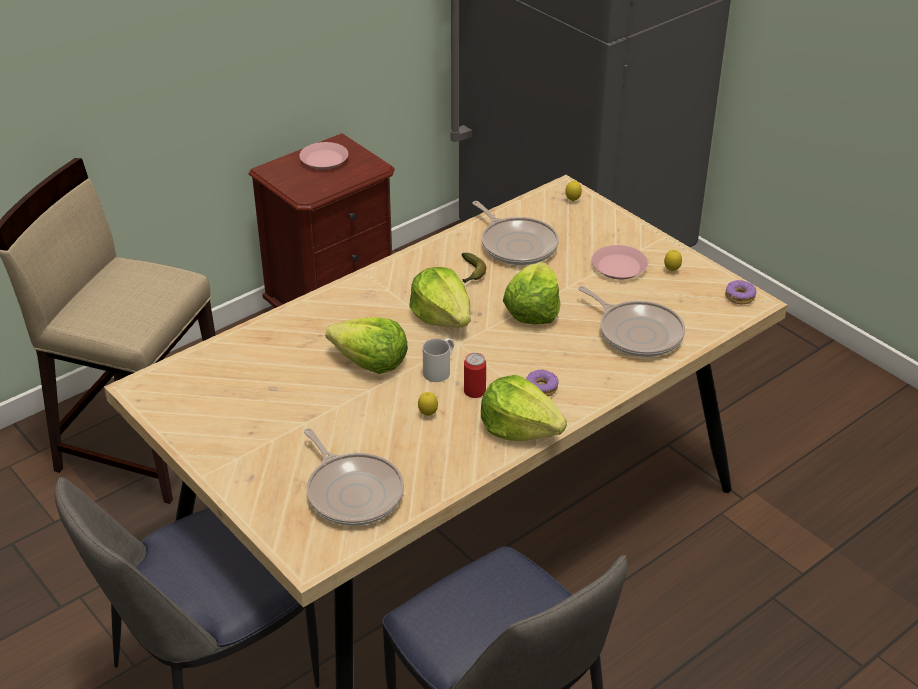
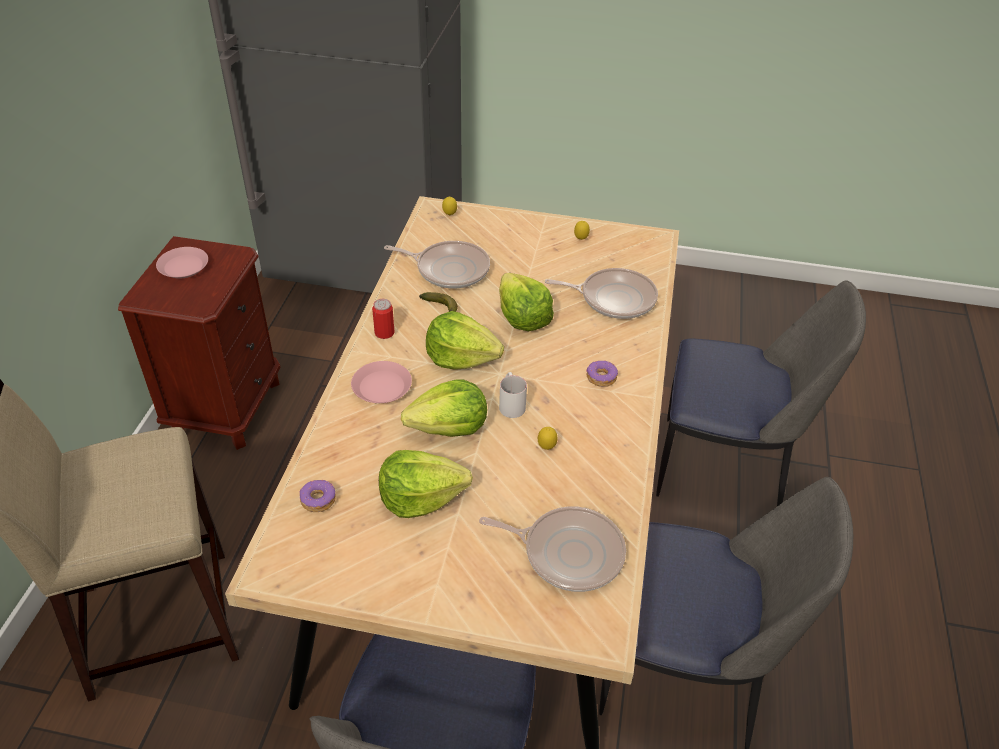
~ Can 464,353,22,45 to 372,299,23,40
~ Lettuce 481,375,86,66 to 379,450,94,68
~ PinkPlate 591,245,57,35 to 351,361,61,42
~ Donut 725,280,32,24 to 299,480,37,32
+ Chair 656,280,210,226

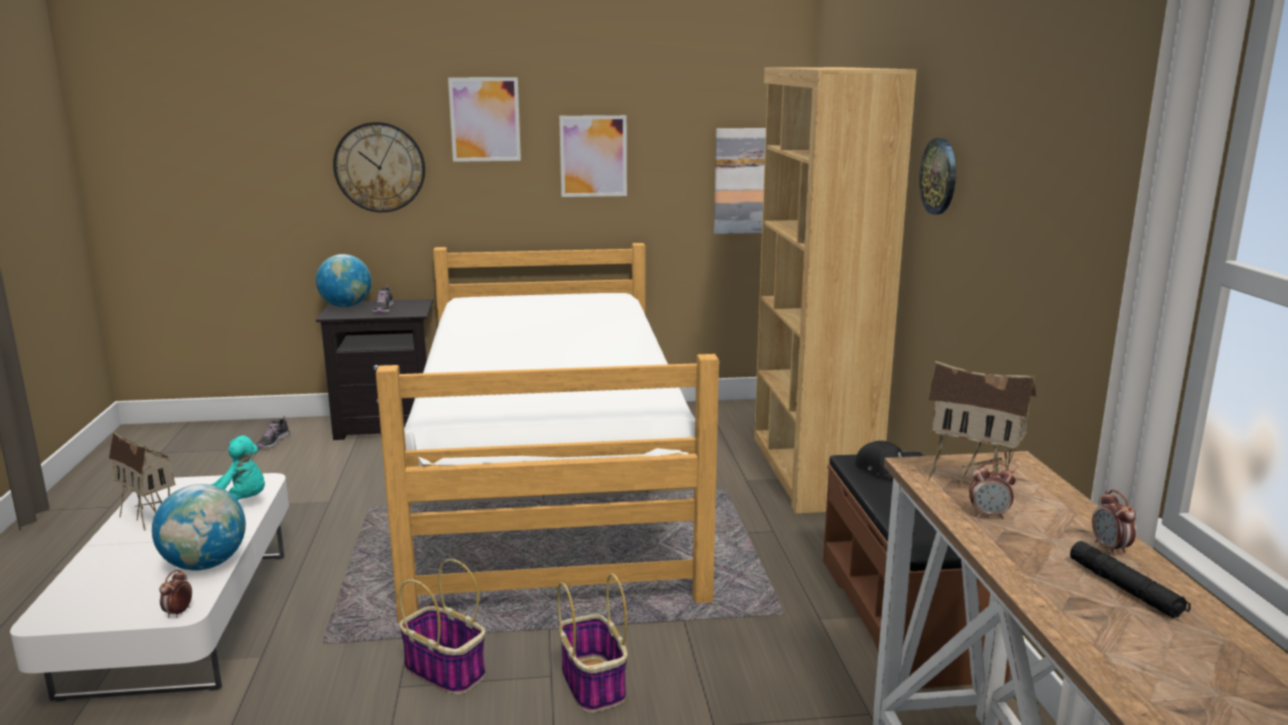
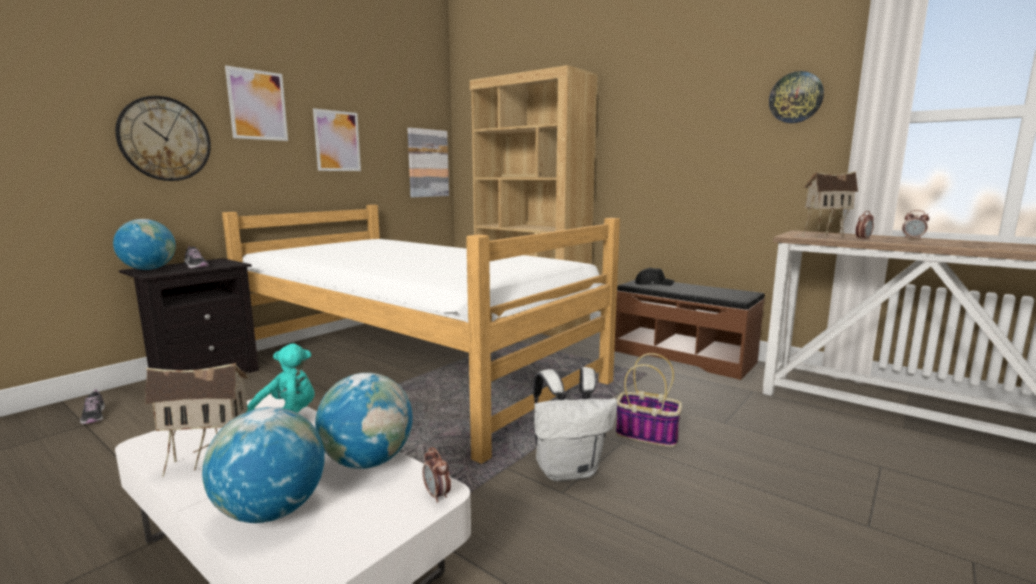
~ Basket 399,559,87,136 to WhiteBackpack 533,367,85,114
~ WallClock 919,138,37,77 to 769,71,55,52
- BlackFlashlight 1070,541,121,77
+ Globe 202,407,123,116

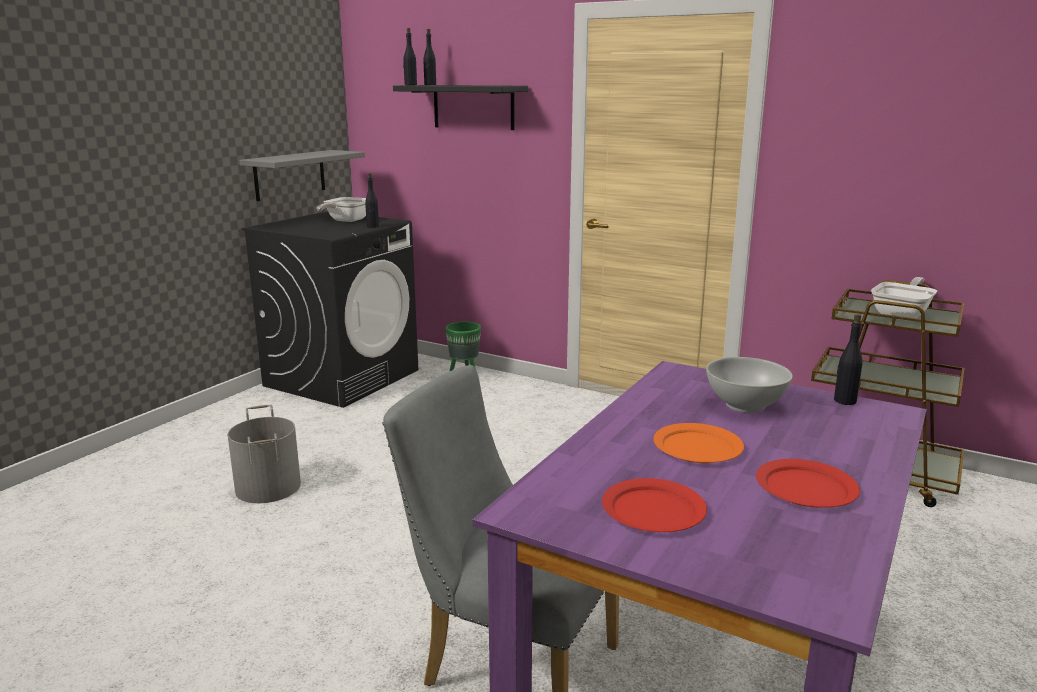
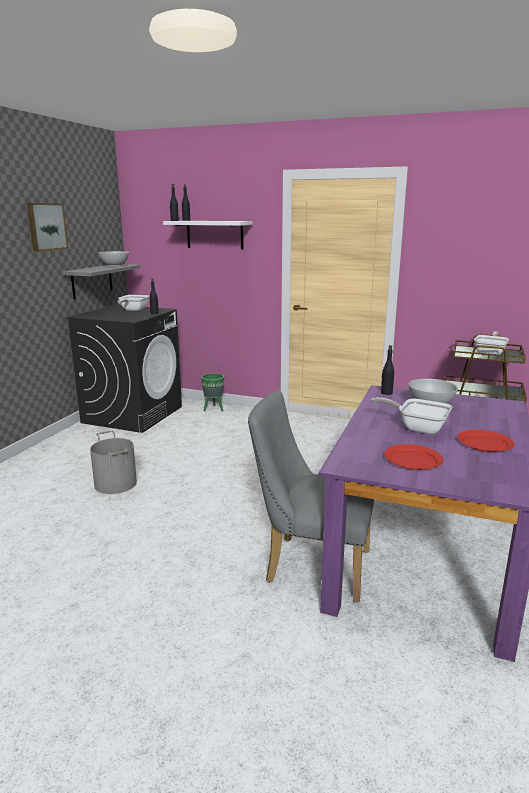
~ BlackShelf 393,85,135,45 to WhiteShelf 163,221,89,28
~ OrangePlate 653,423,91,40 to FryingPan 371,397,82,37
~ BlackBottle 834,314,29,91 to 381,345,13,50
+ Picture 27,203,41,48
+ WhiteBowl 98,251,31,16

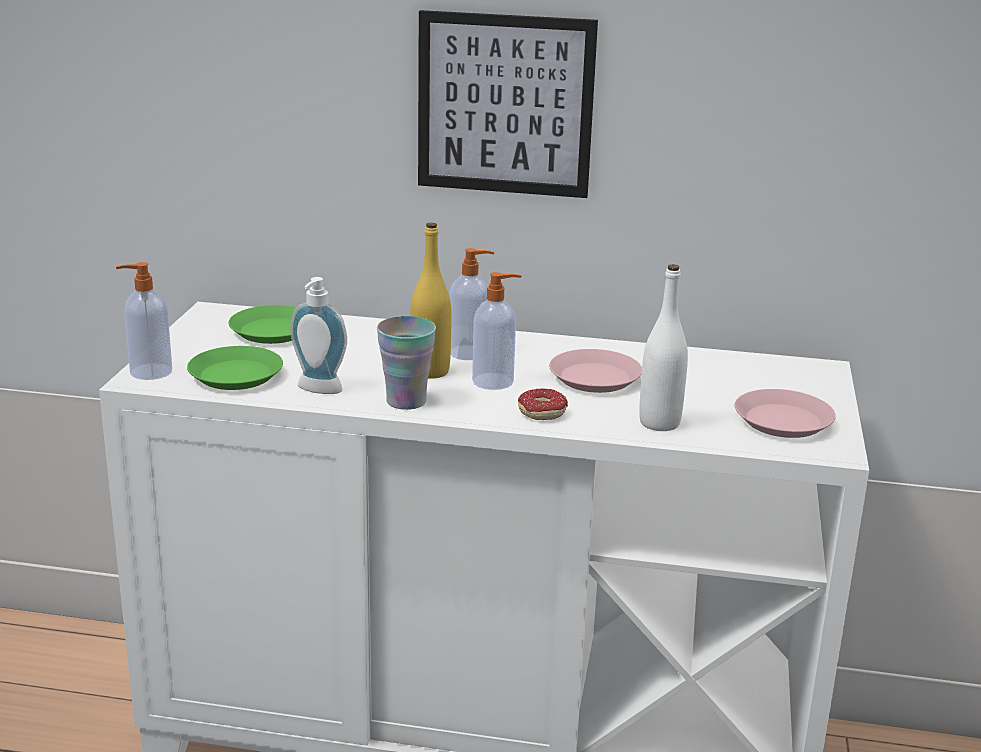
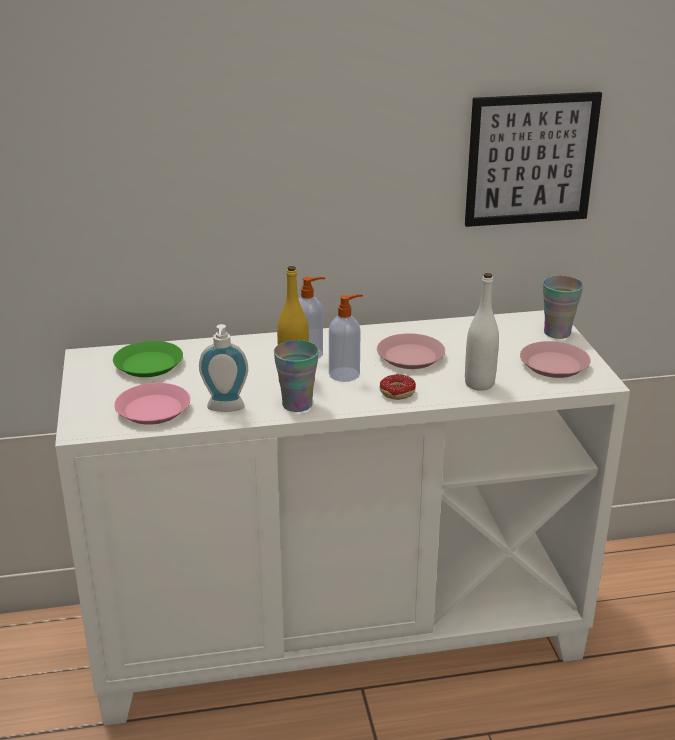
- SoapDispenser 116,262,56,118
~ GreenPlate 187,346,96,44 to PinkPlate 114,383,76,42
~ Picture 418,10,180,188 to 465,92,137,135
+ Cup 543,276,40,63

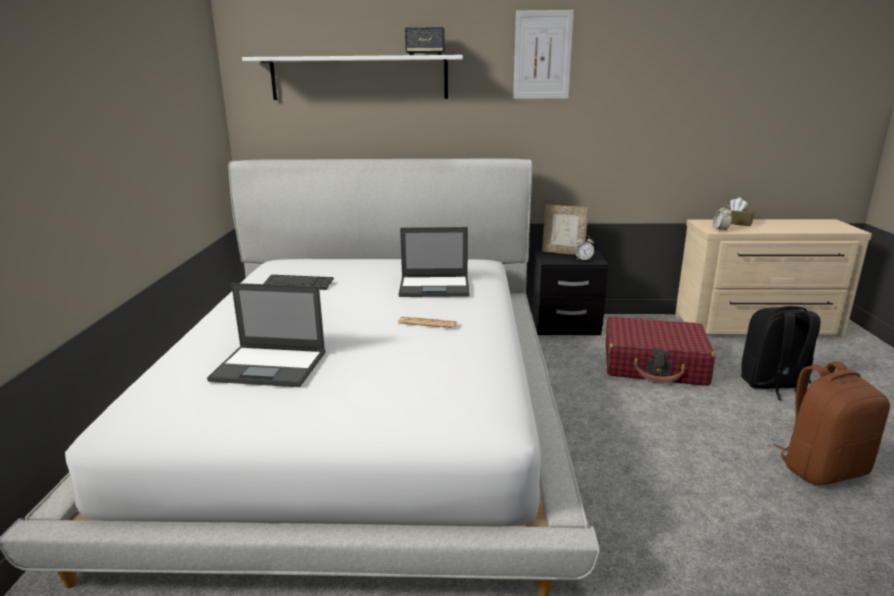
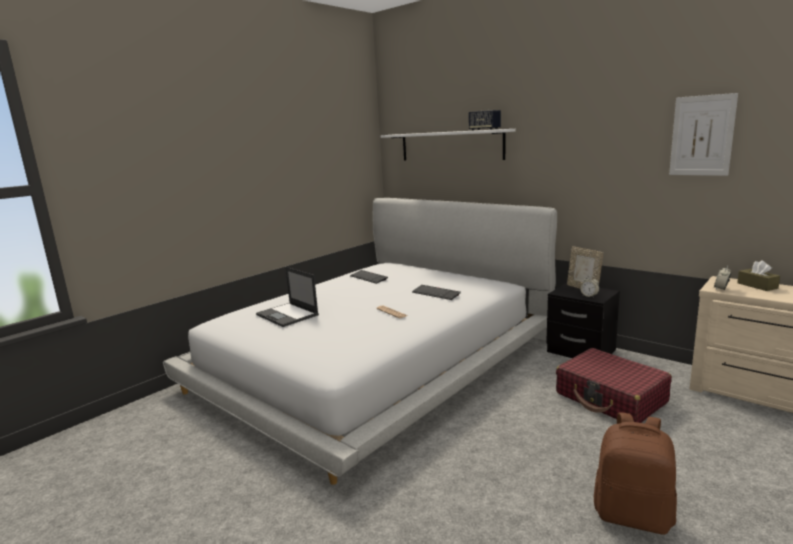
~ Laptop 399,227,71,70 to Keyboard 412,285,49,15
~ Picture 513,10,61,89 to 669,93,69,83
- BlackBackpack 741,306,80,94

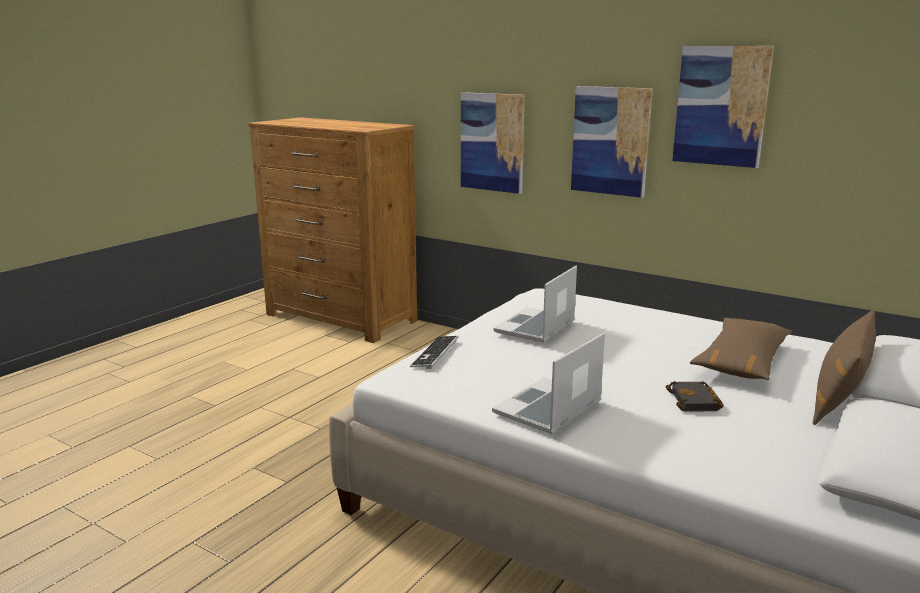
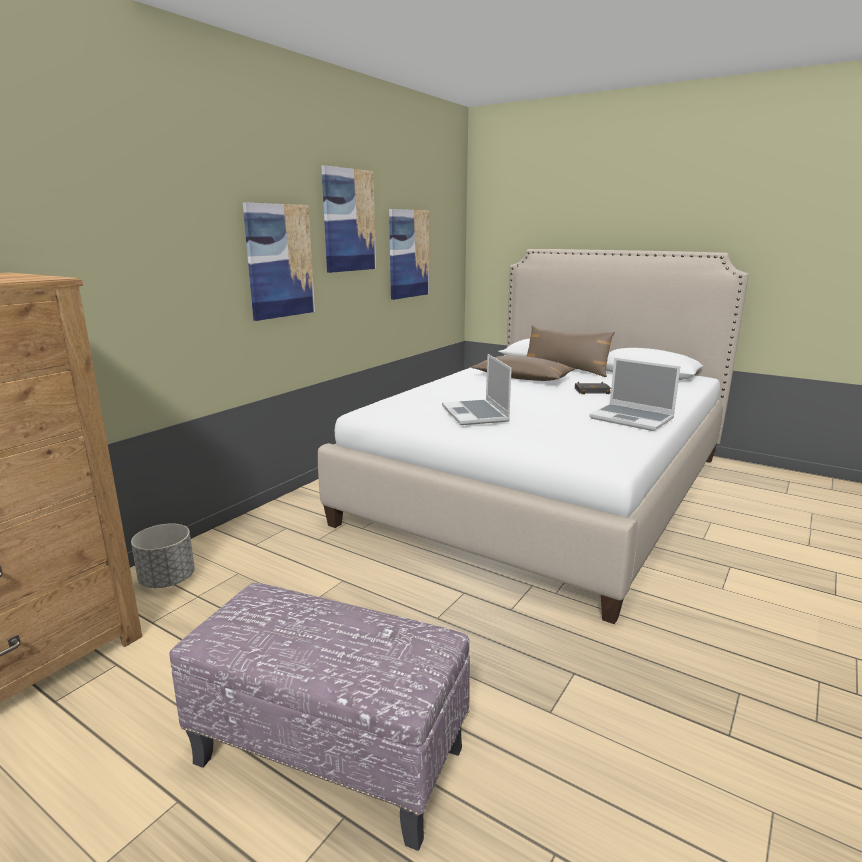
- Keyboard 410,336,48,33
~ Picture 461,92,64,102 to 389,209,40,91
~ Laptop 494,266,83,77 = 442,354,70,71 45 degrees clockwise
+ GreyPlanter 131,524,64,64
+ Ottoman 169,583,301,268

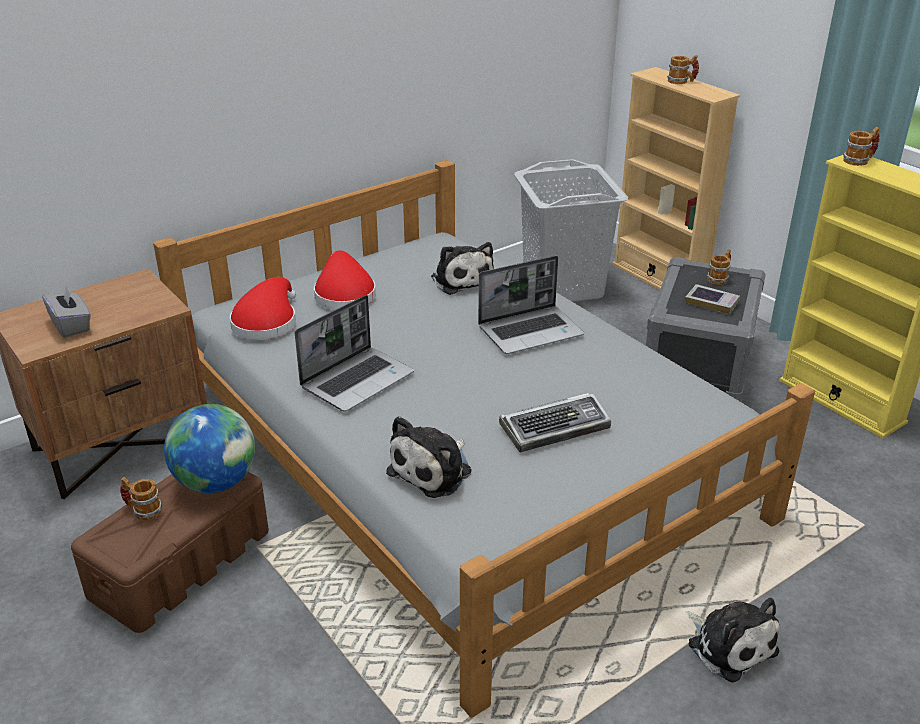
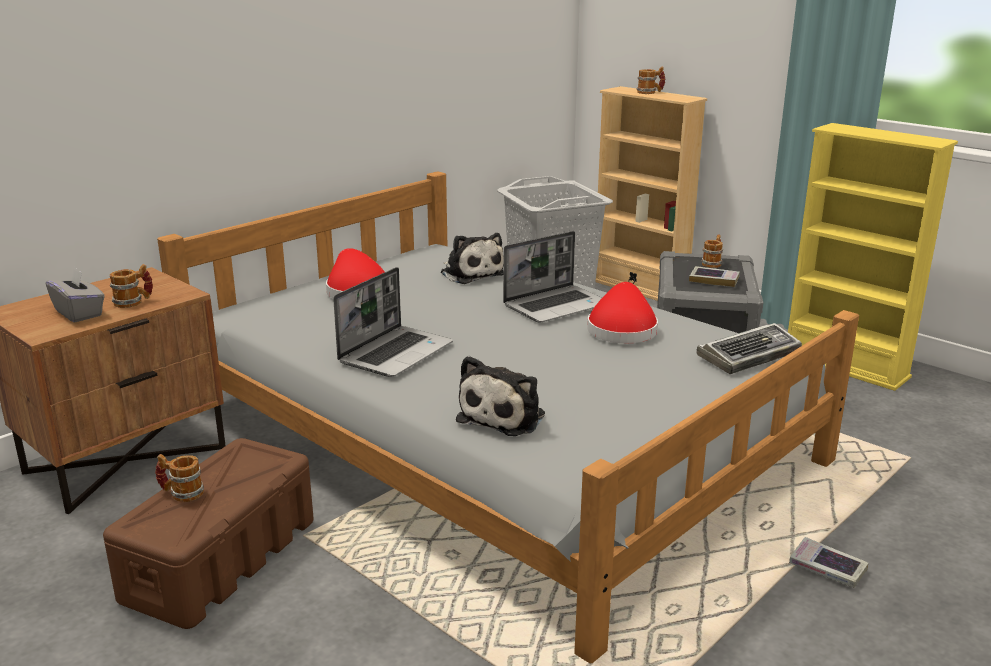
- Globe 164,404,91,89
~ RedHat 230,277,66,63 to 587,282,71,61
~ Keyboard 499,393,112,59 to 696,323,106,51
~ PlushToy 686,598,93,84 to Book 789,537,80,51
~ Mug 843,127,37,39 to 110,264,43,44

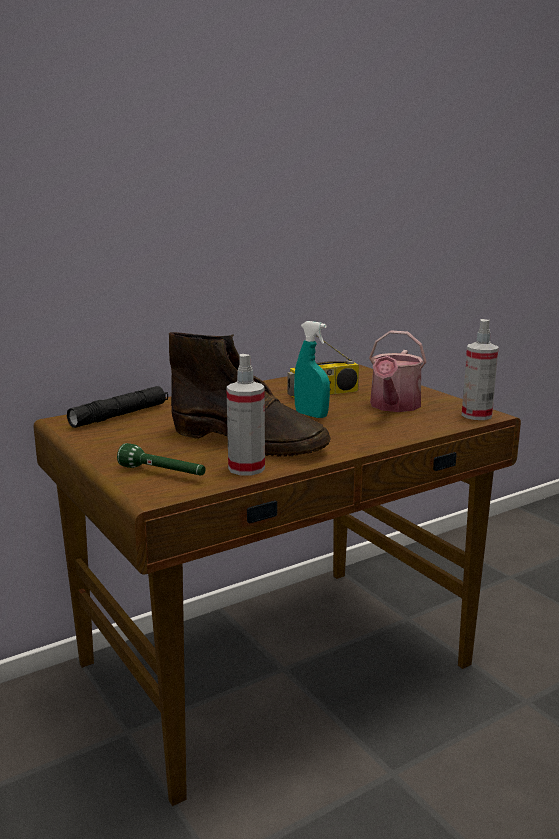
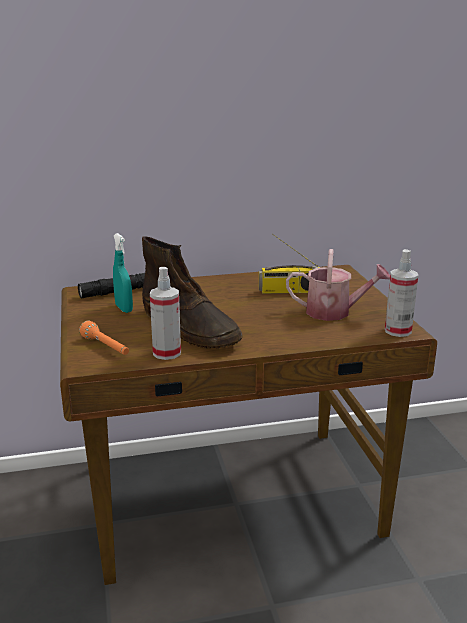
~ GreenFlashlight 117,443,89,32 to OrangeFlashlight 79,321,50,34
~ TurquoiseSprayBottle 294,321,36,97 to 113,233,20,80
~ WateringCan 369,330,57,82 = 286,249,104,72 120 degrees counterclockwise

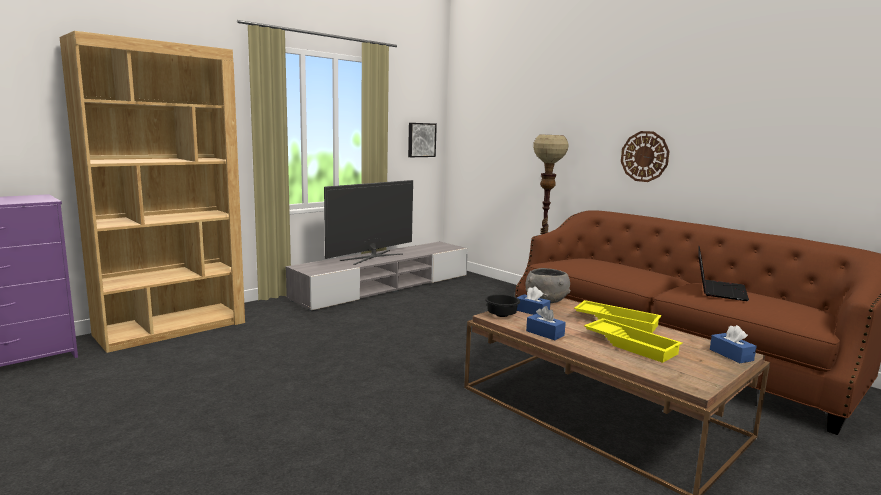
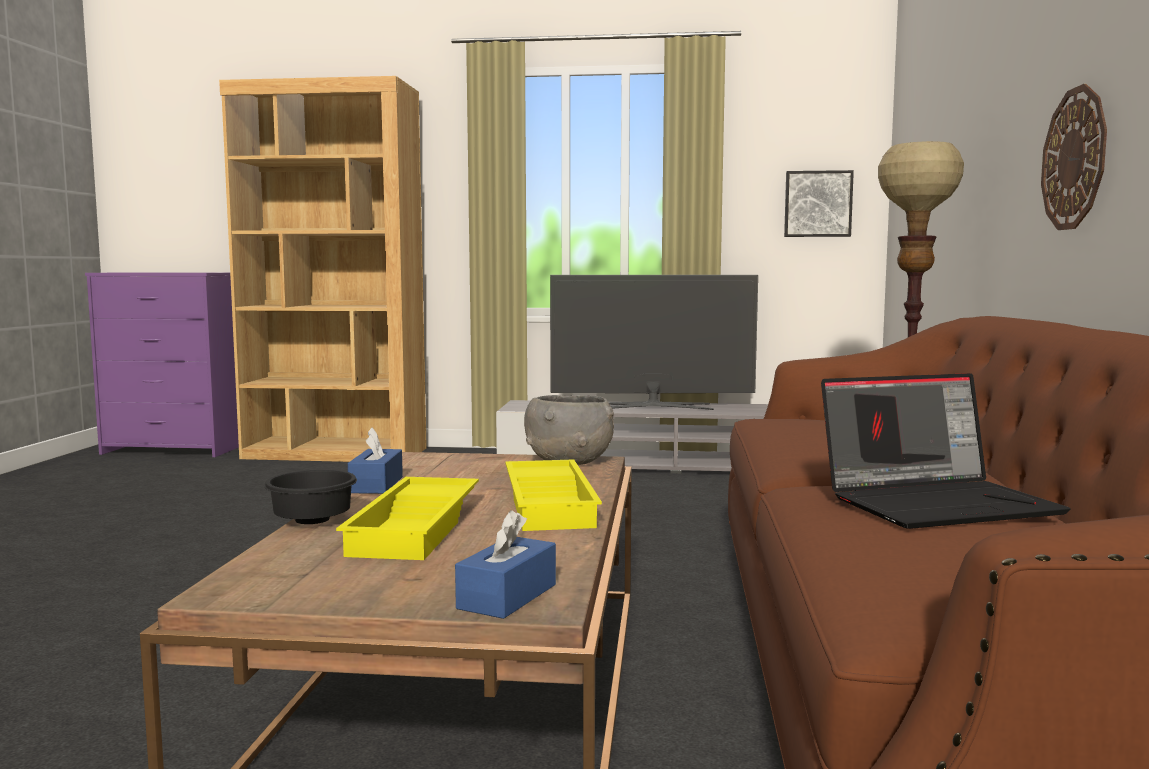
~ BlackBowl 485,294,35,23 to 264,470,93,54
- BlueTissueBox 517,286,34,29

